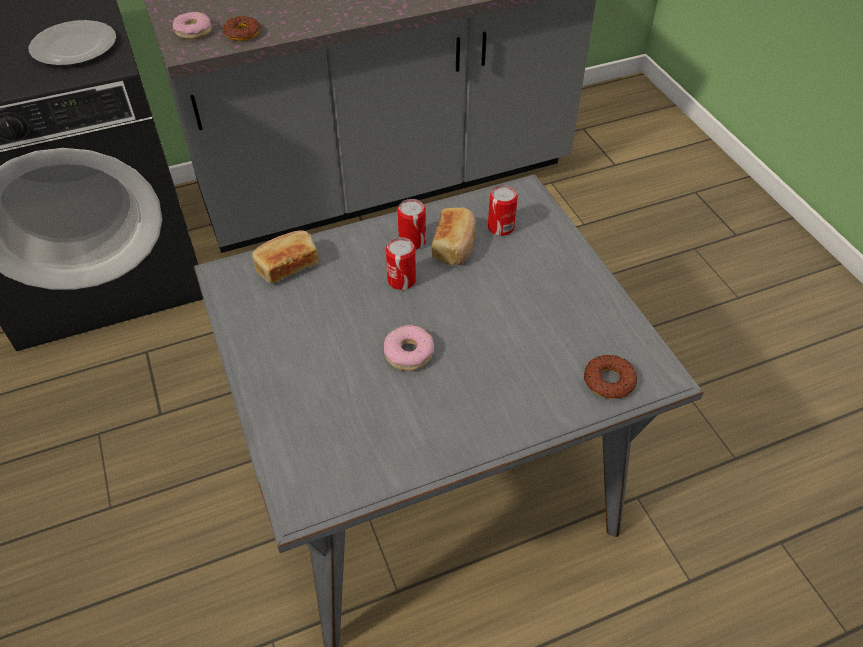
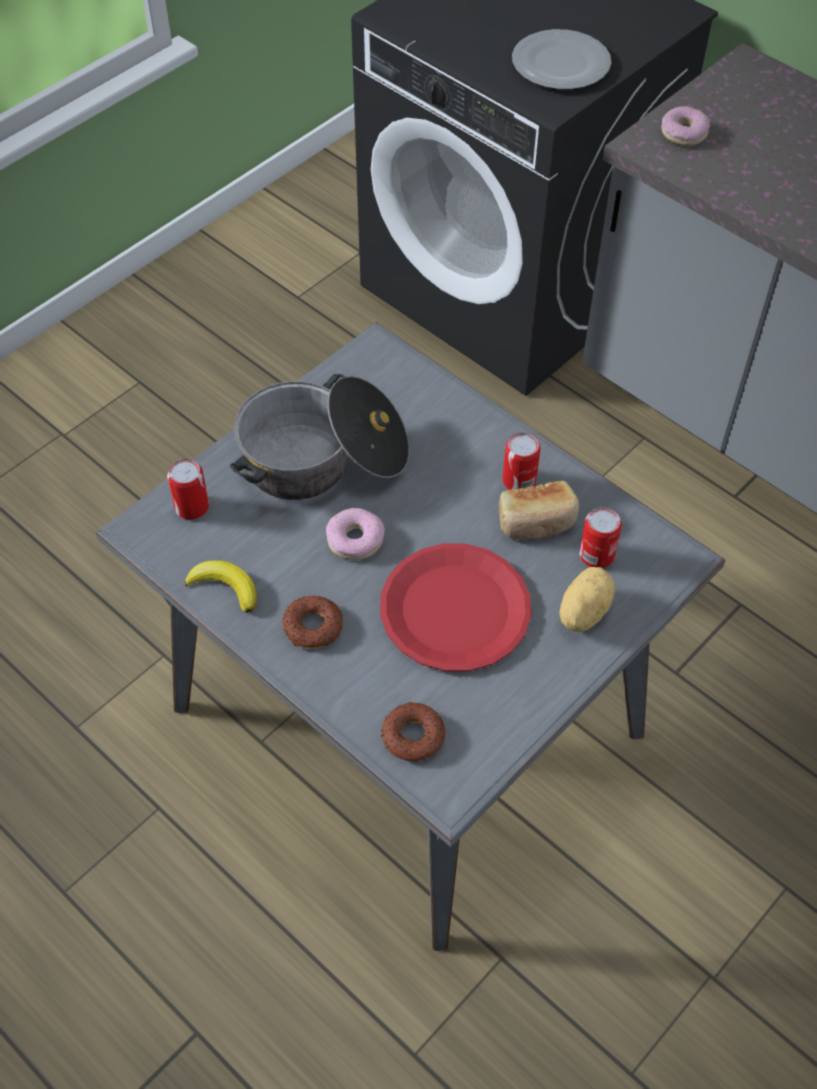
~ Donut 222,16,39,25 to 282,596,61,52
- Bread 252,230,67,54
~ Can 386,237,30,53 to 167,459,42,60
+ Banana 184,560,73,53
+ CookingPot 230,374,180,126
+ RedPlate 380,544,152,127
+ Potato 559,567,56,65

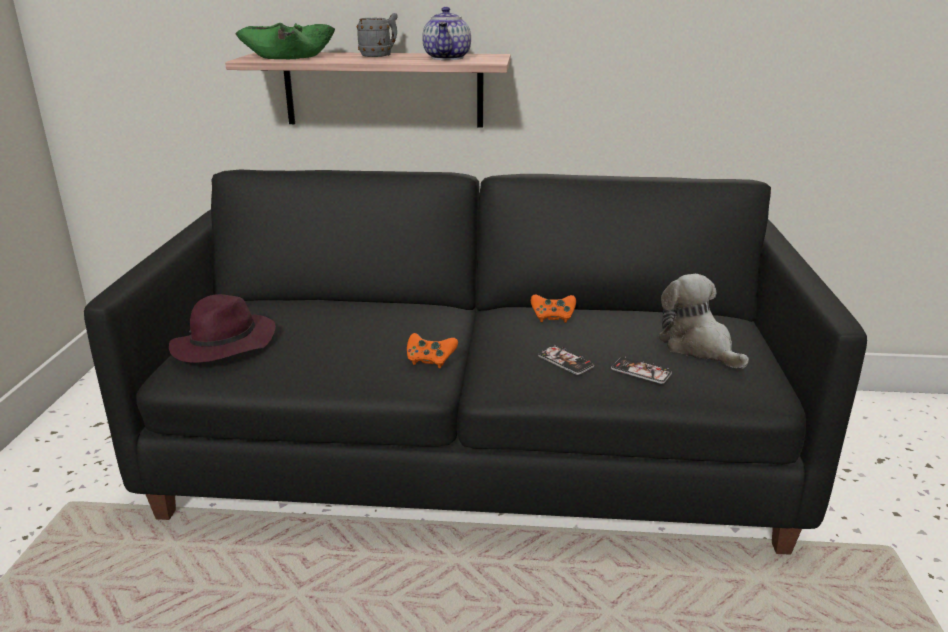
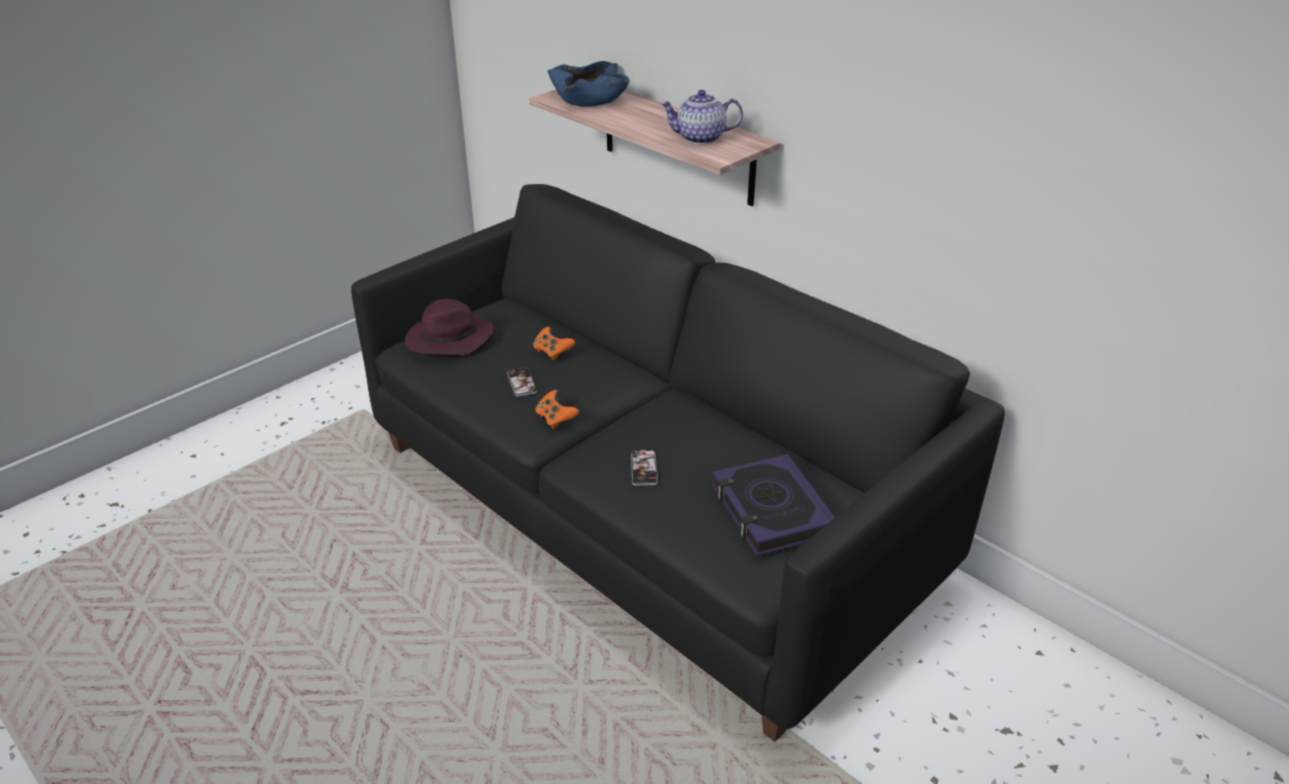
~ GreenBowl 235,23,100,36 to BlueBowl 548,61,82,46
- GreyMug 357,13,41,44
~ Teapot 422,7,49,53 = 660,90,83,55 45 degrees clockwise
~ OrangeGameController 531,294,45,29 to 533,327,42,33
~ Phone 611,357,61,27 to 507,368,30,29
~ PlushToy 658,274,91,95 to Book 712,454,123,102

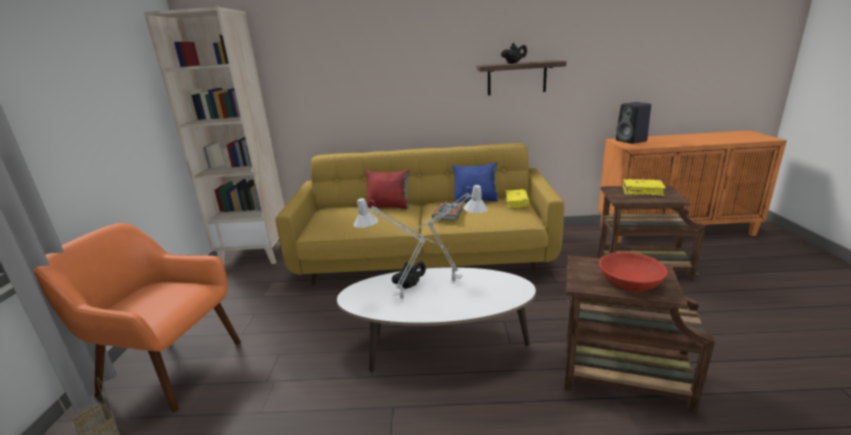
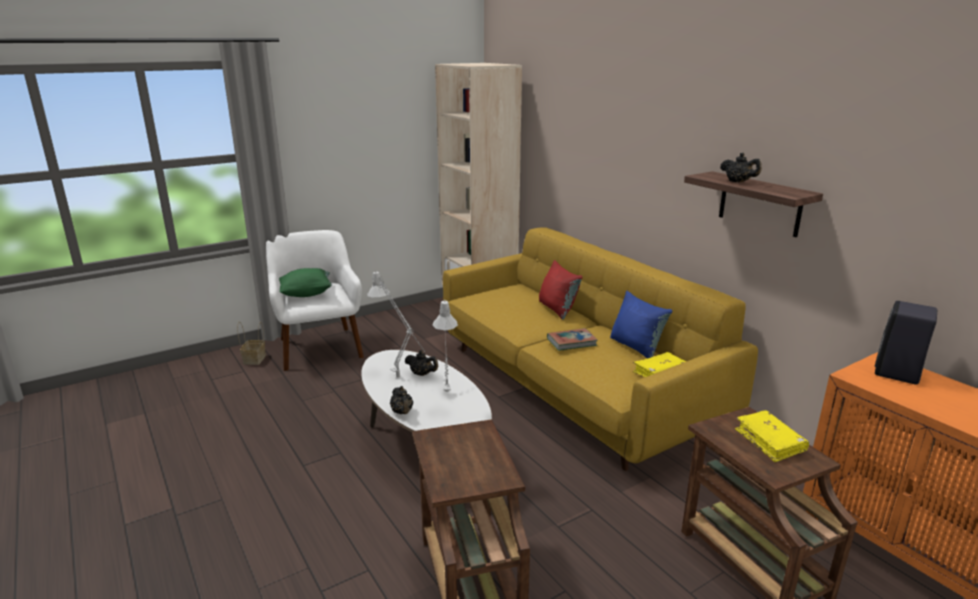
~ OrangeArmchair 34,223,207,189 to WhiteArmchair 266,230,98,141
- RedBowl 599,252,69,40
+ GreenPillow 279,268,53,29
+ BlackTeapot 390,386,23,28

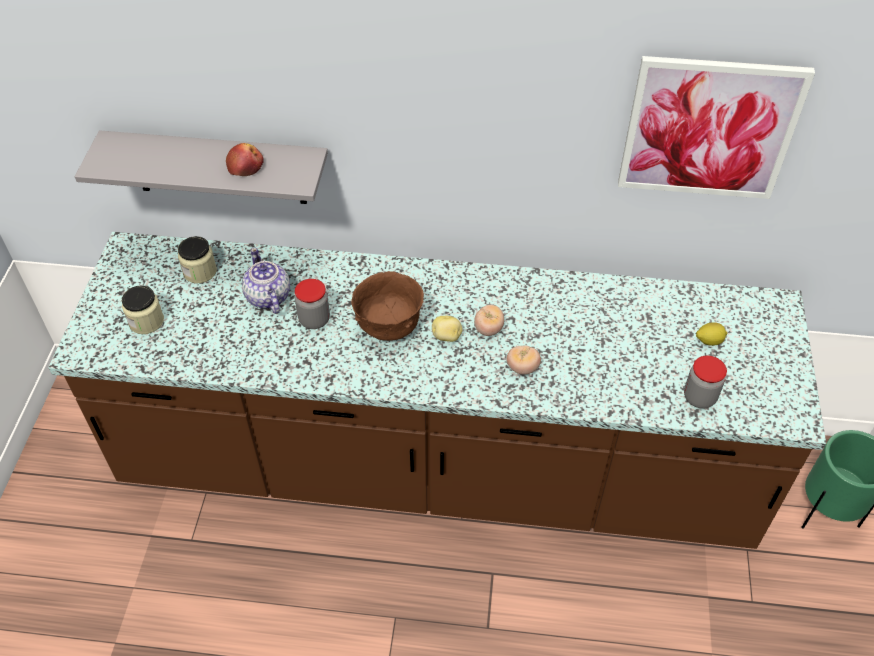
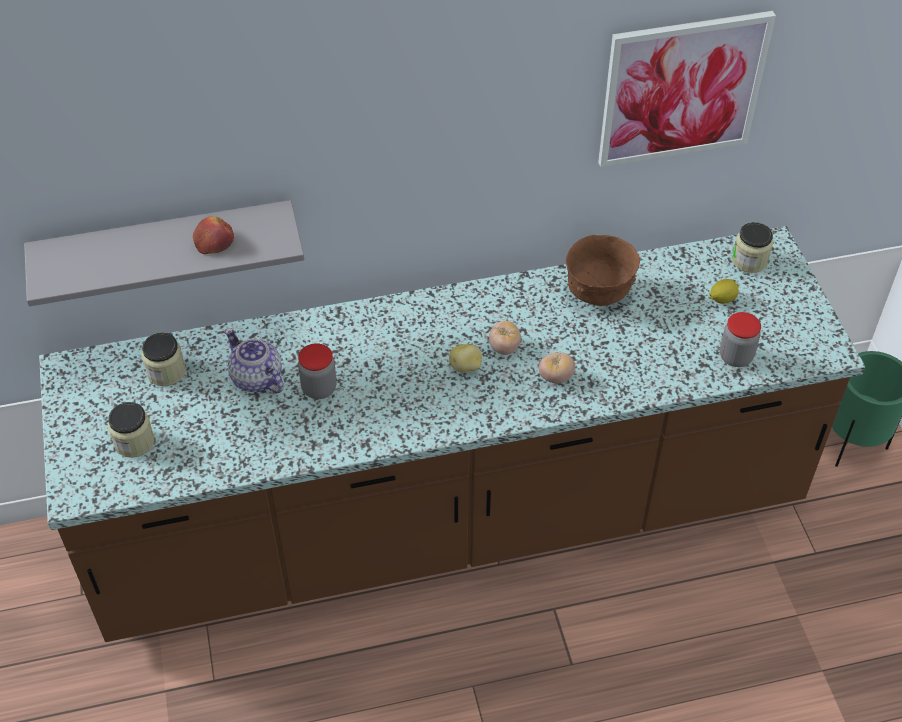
~ BrownBowl 351,271,73,70 to 566,235,74,71
+ Jar 732,222,41,51

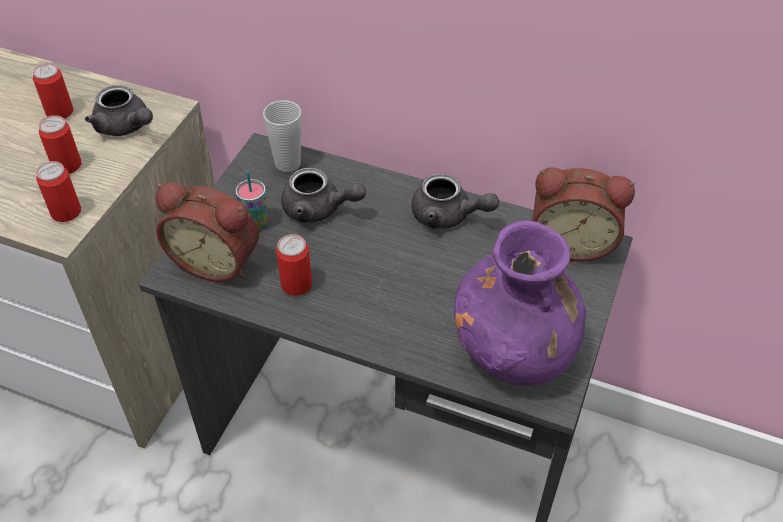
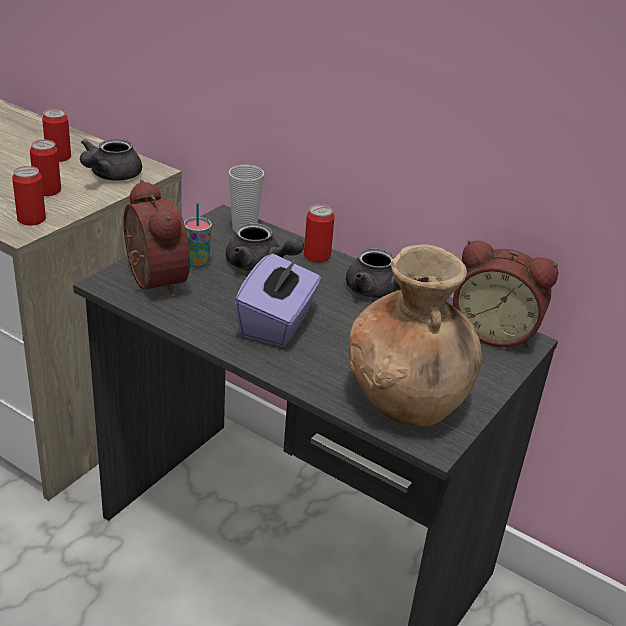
~ GreyTeapot 85,85,68,51 = 80,139,62,42 60 degrees clockwise
~ AlarmClock 156,182,103,100 = 123,180,67,117 150 degrees counterclockwise
~ Can 276,234,36,62 to 304,204,31,59
~ PurpleVase 454,220,132,165 to BrownVase 349,245,133,182
+ PurpleTissueBox 234,254,87,93

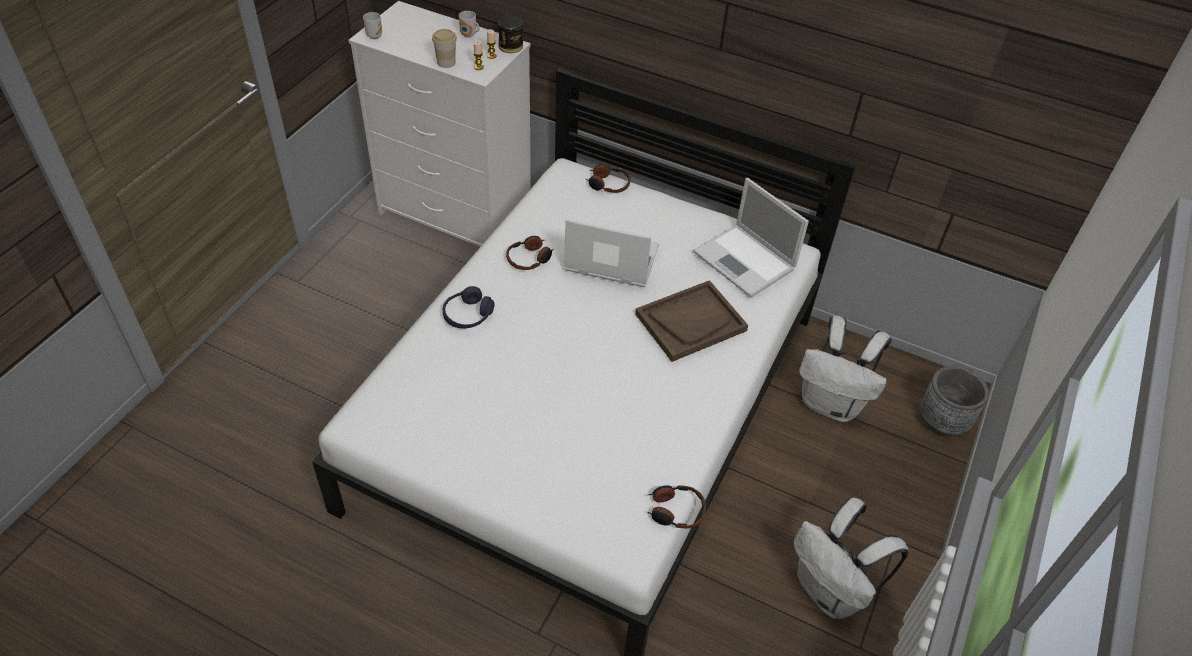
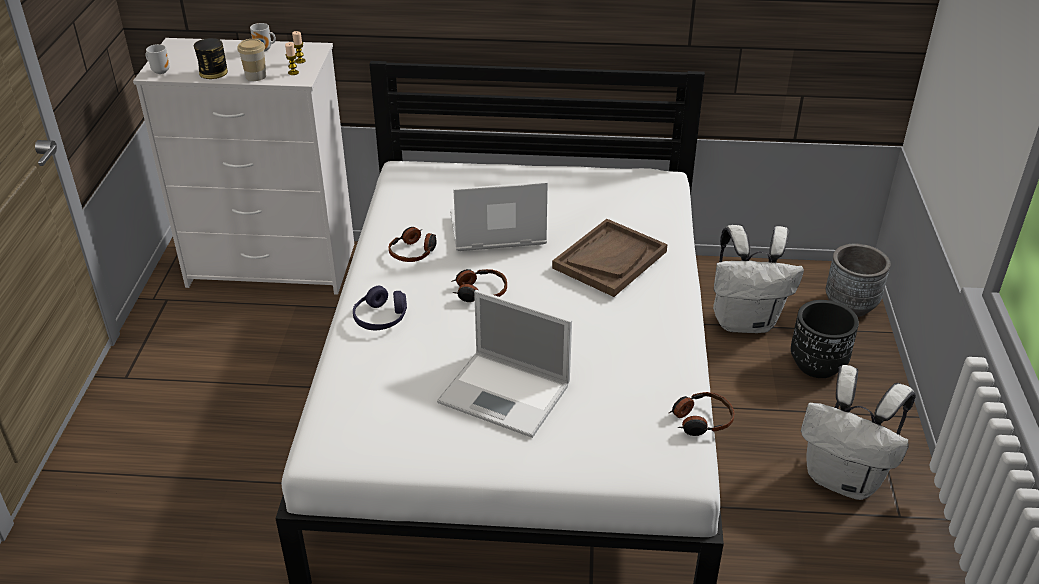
~ Can 498,15,25,38 to 194,38,34,41
~ Headphones 586,164,45,29 to 451,269,56,33
~ Laptop 693,178,116,120 to 437,290,135,148
+ BlackPlanter 791,300,68,78

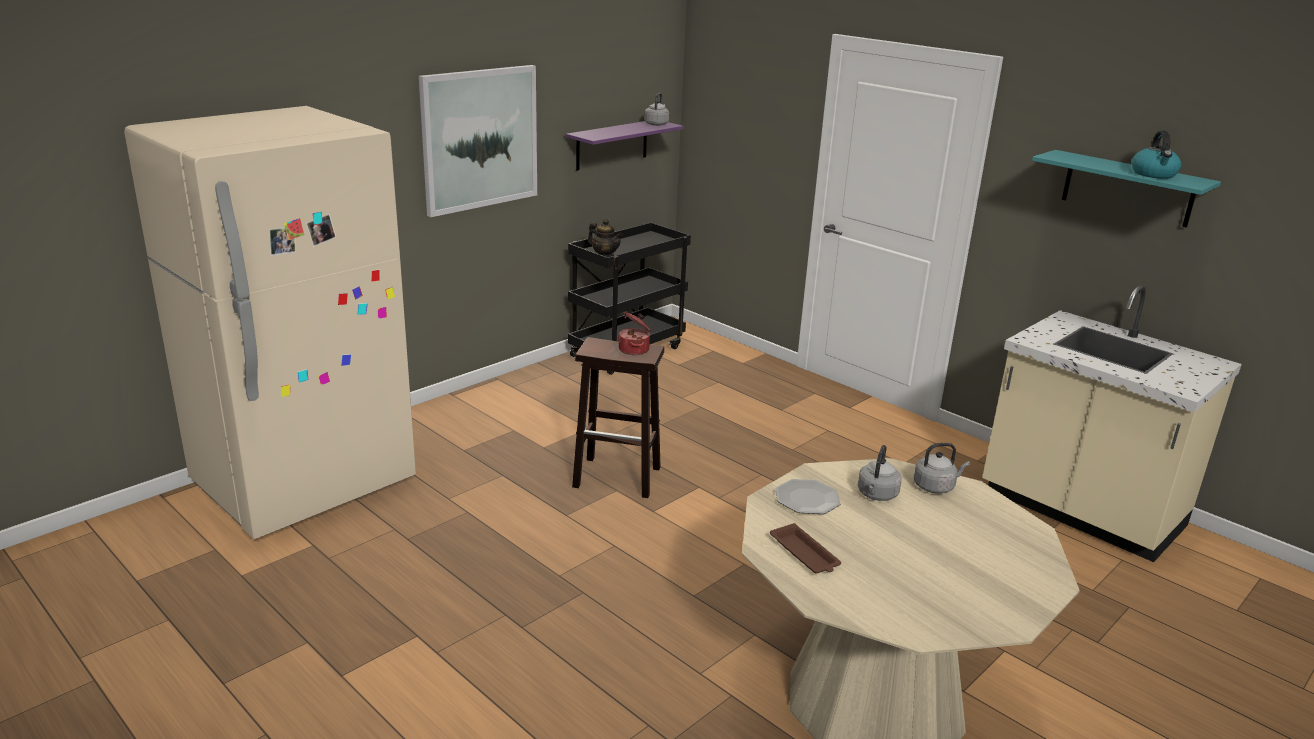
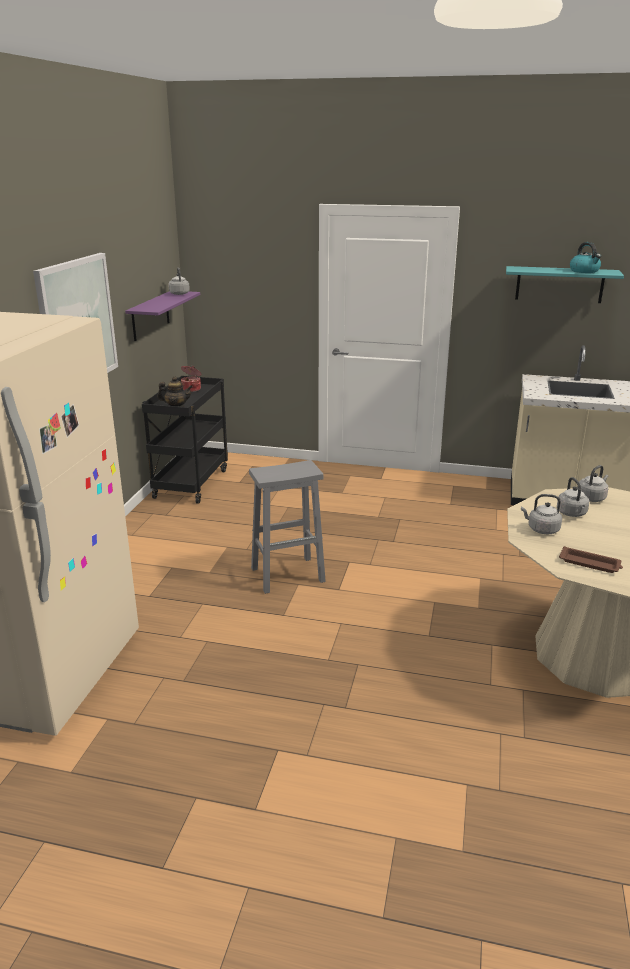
~ BrownStool 572,337,92,161 to GreyStool 249,460,77,134
~ CookingPot 618,312,33,43 to 181,366,21,26
~ Plate 776,479,65,35 to GreyKettle 521,494,41,40

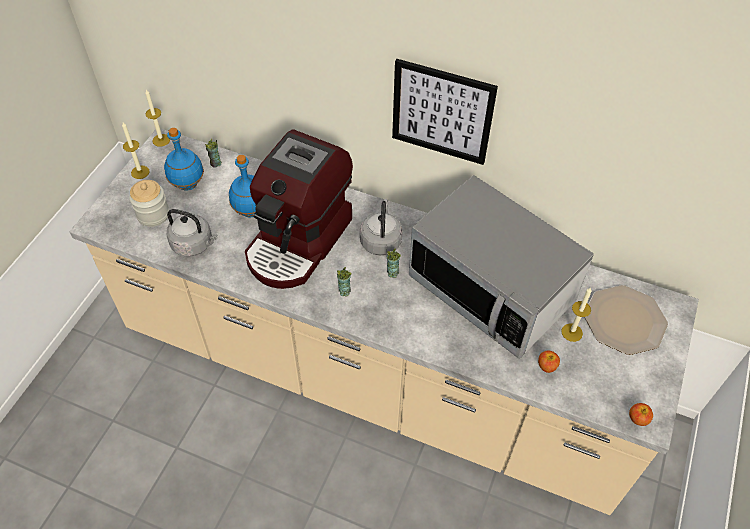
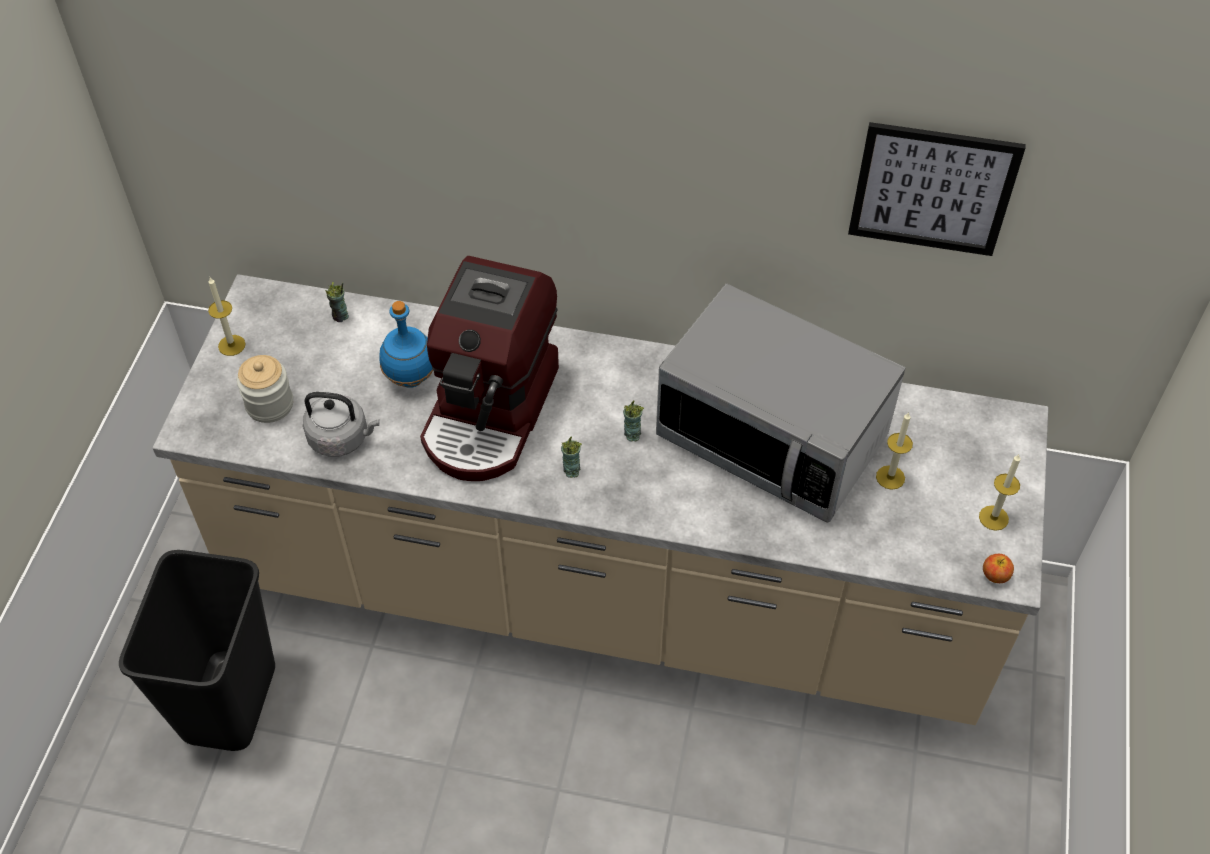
~ Candle 145,90,25,57 to 979,454,42,77
- BlueBottle 164,128,40,63
- GreyKettle 360,199,42,56
~ Picture 392,59,106,106 to 848,122,178,134
- Apple 538,351,22,22
- Plate 585,285,83,70
+ BlackTrashCan 119,550,156,201

